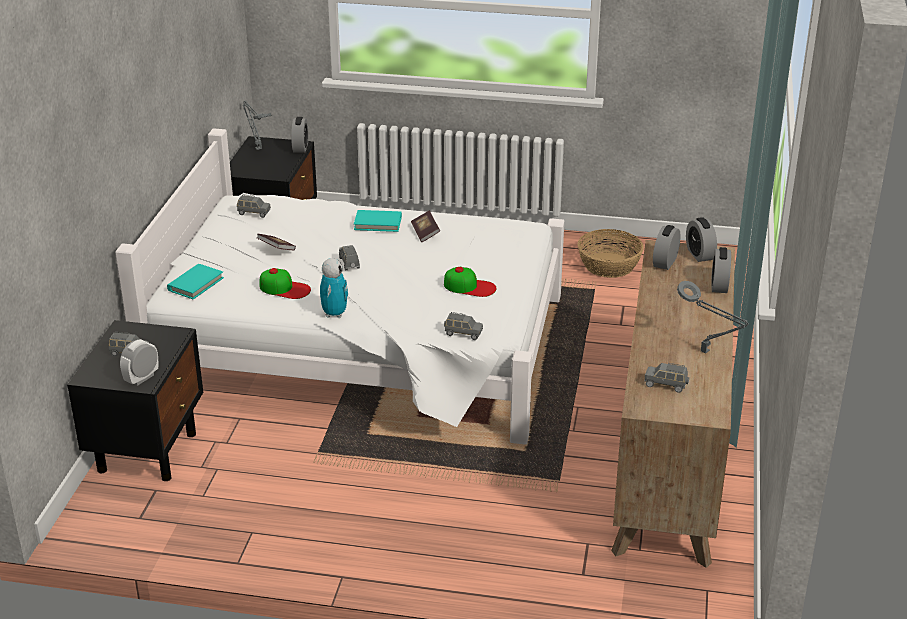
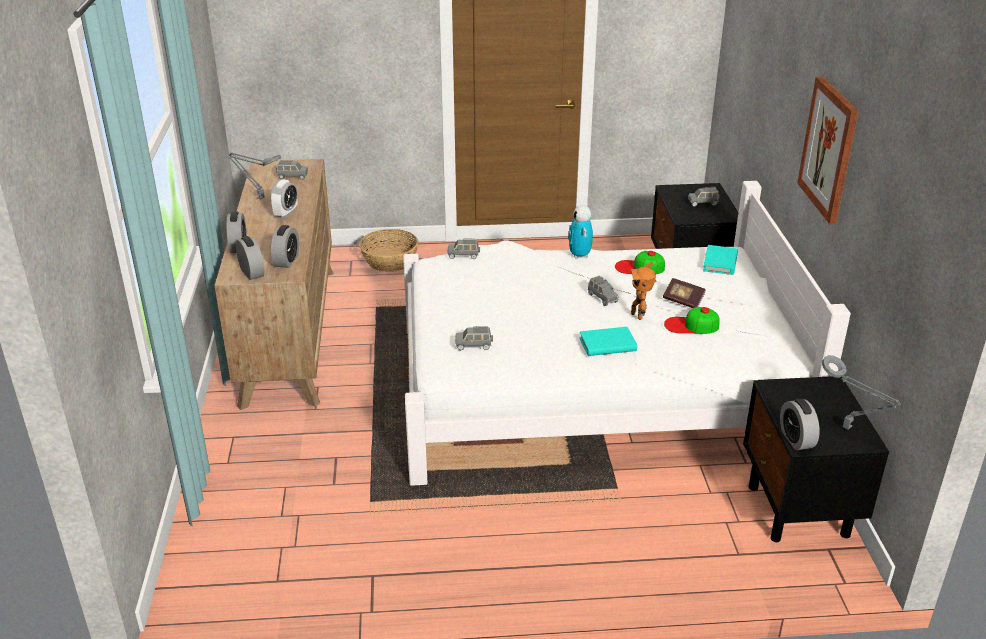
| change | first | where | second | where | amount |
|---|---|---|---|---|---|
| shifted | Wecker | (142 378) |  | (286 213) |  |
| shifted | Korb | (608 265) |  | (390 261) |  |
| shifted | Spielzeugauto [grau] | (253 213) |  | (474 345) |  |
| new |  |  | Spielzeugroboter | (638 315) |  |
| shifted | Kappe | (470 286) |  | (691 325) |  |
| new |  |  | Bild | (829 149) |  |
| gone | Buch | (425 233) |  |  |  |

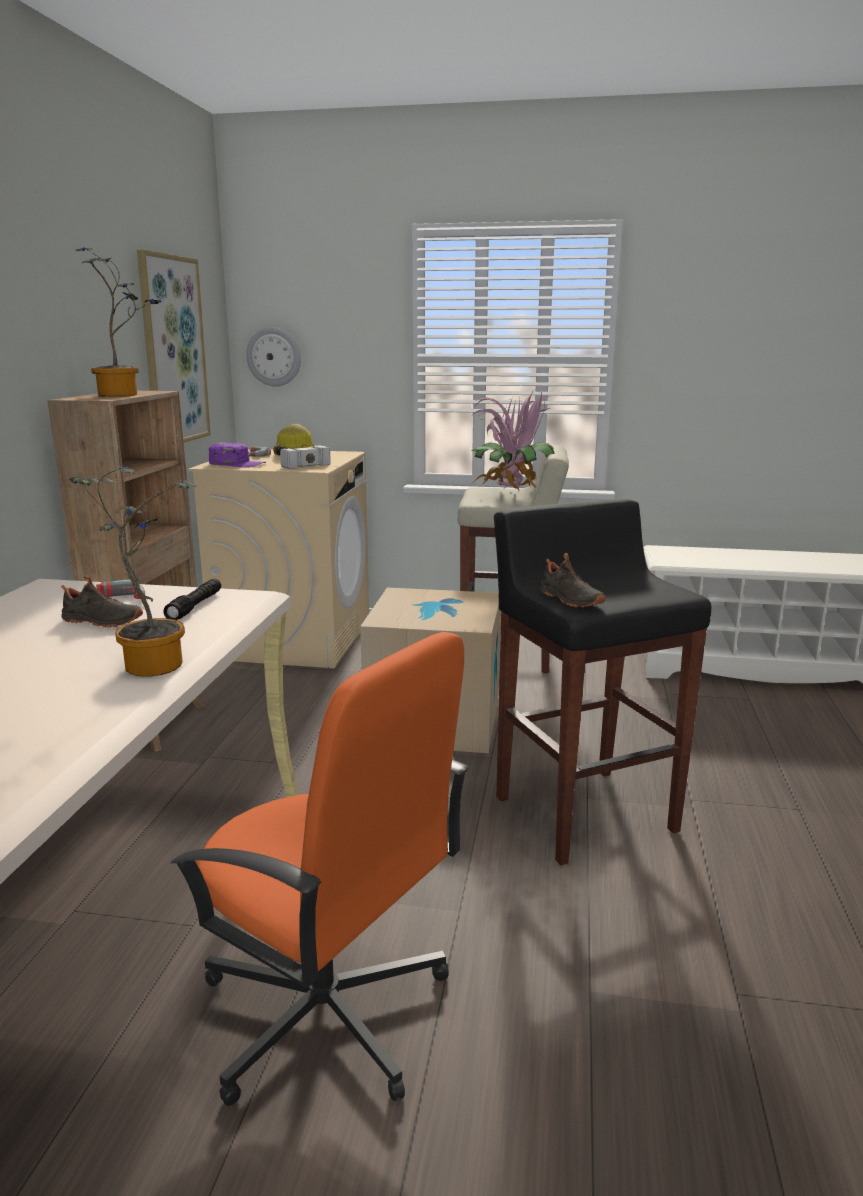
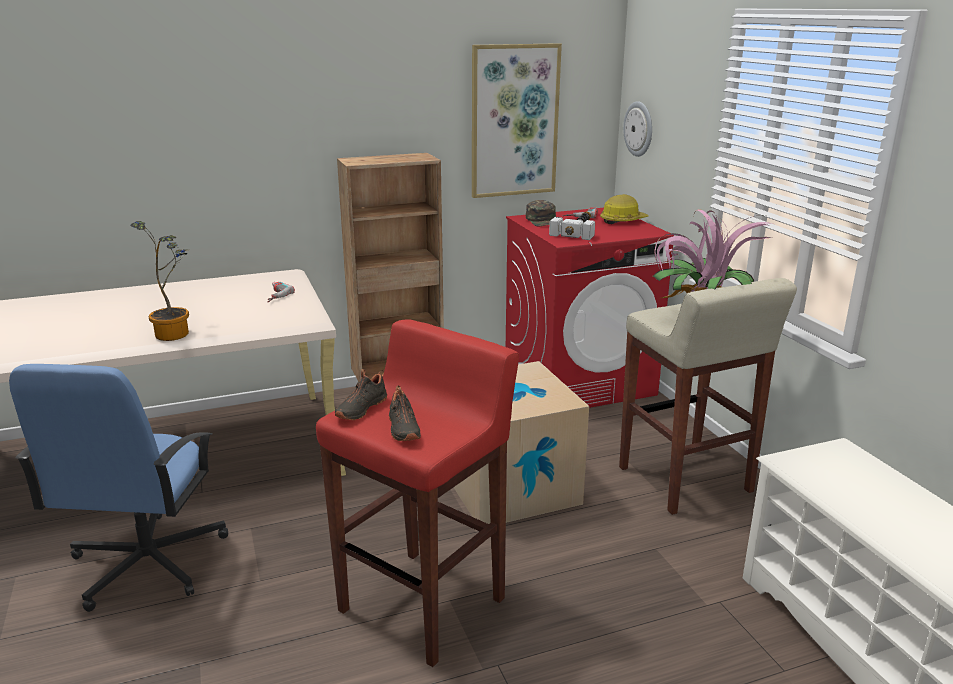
| change | first | where | second | where | amount |
|---|---|---|---|---|---|
| repainted | Bürostuhl [orange] | (327 1013) | Bürostuhl [blau] | (146 563) |  |
| repainted | Hocker [schwarz] | (583 812) | Hocker [rot] | (424 603) |  |
| shifted | Schuh [schwarz] | (101 622) |  | (402 429) |  |
| repainted | Waschmaschine [beige] | (294 639) | Waschmaschine [rot] | (579 381) |  |
| repainted | Kappe [lila] | (237 464) | Kappe [grün] | (543 221) |  |
| gone | Topfpflanze | (124 395) |  |  |  |
| gone | Taschenlampe [schwarz] | (195 606) |  |  |  |

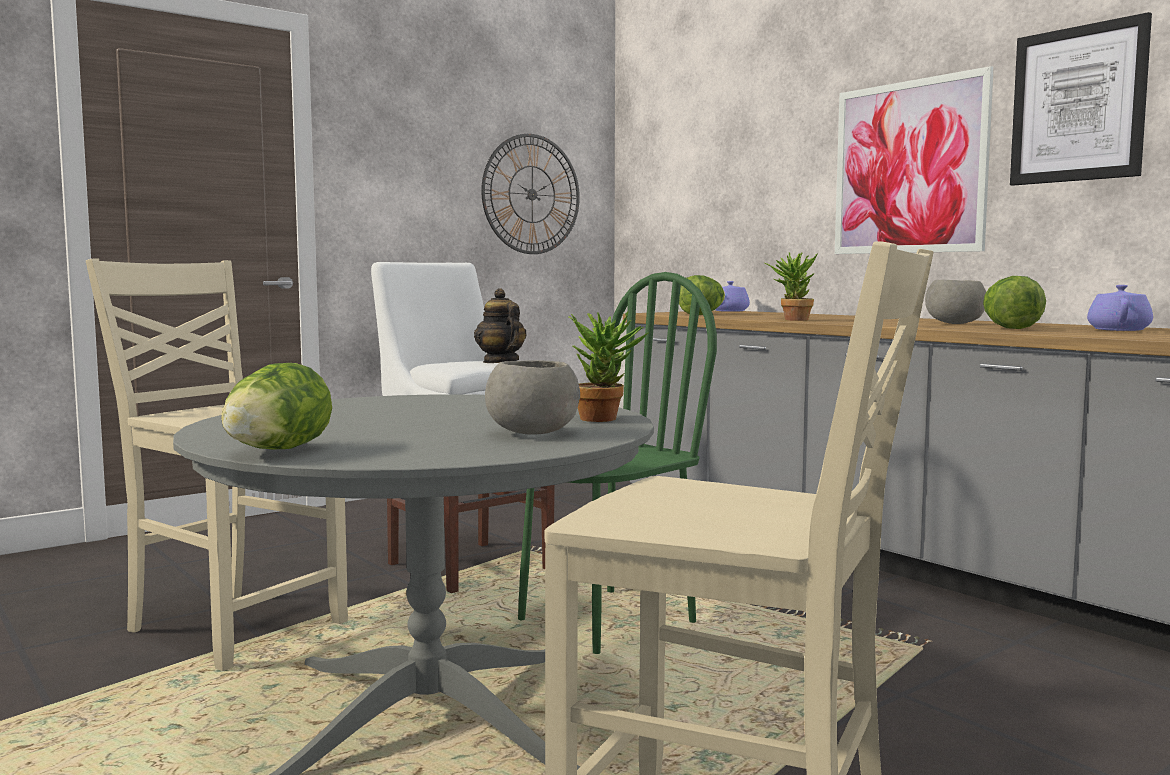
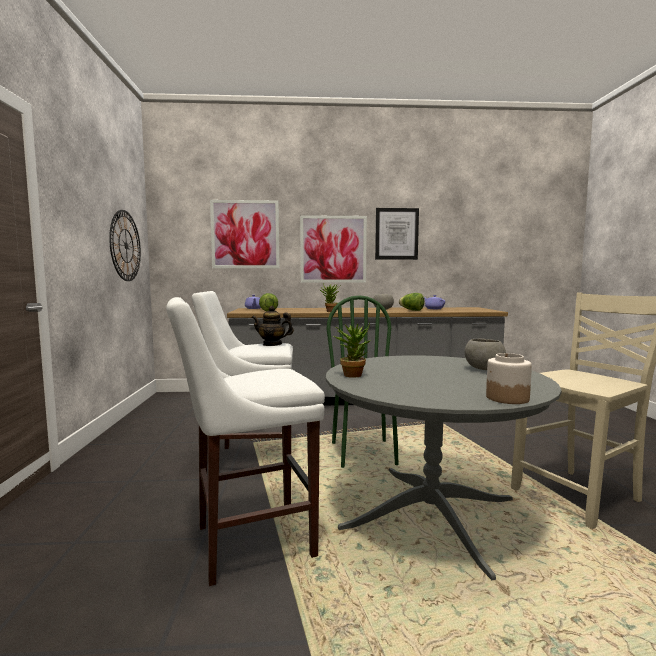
| change | first | where | second | where | amount |
|---|---|---|---|---|---|
| swapped | Stuhl [beige] | (233 627) | Hocker [weiß] | (247 542) |  |
| new |  |  | Bild | (245 234) |  |
| shifted | Topfpflanze | (605 418) |  | (353 374) |  |
| swapped | Salatkopf | (275 451) | Vorratsglas | (507 398) |  |

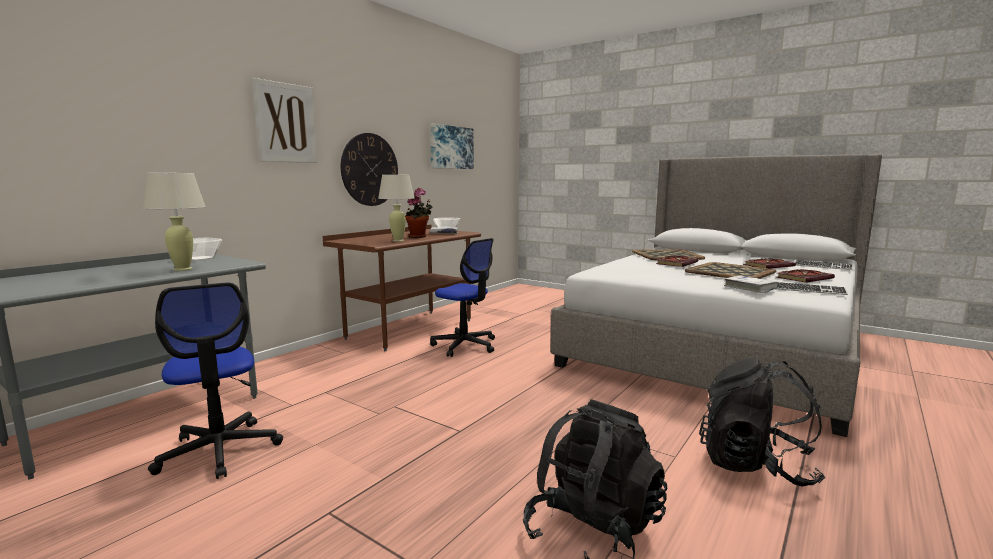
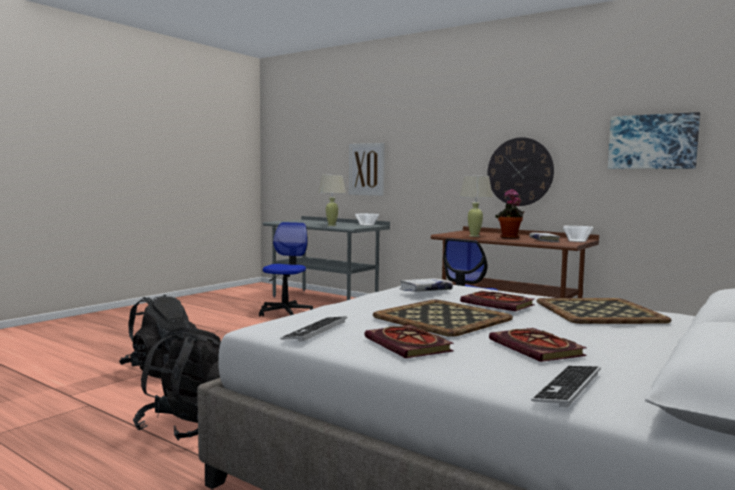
| change | first | where | second | where | amount |
|---|---|---|---|---|---|
| rotated | Bürostuhl | (219 451) |  | (285 312) | 135 degrees clockwise |
| shifted | Bild | (285 123) |  | (366 169) |  |
| shifted | Buch [weiß] | (750 288) |  | (425 290) |  |

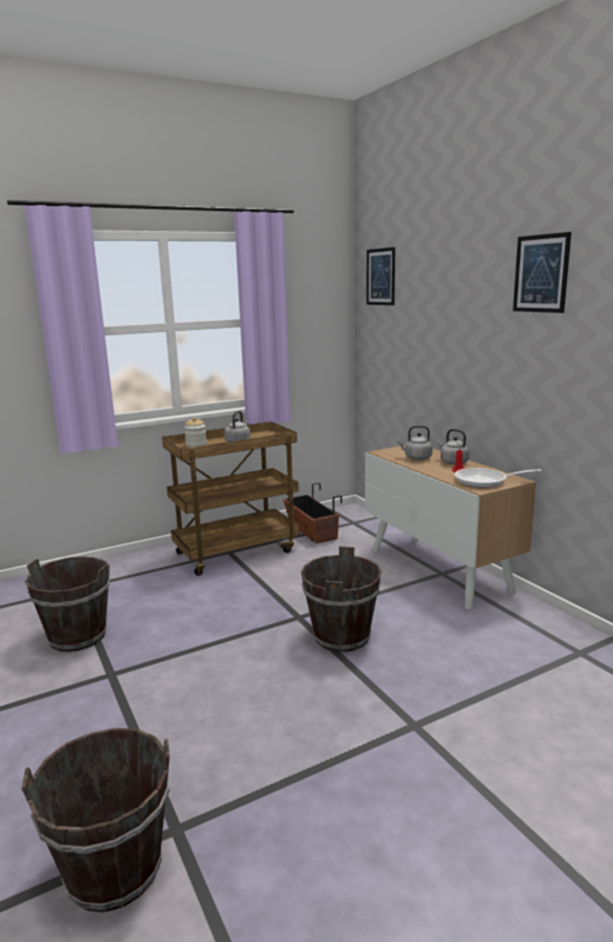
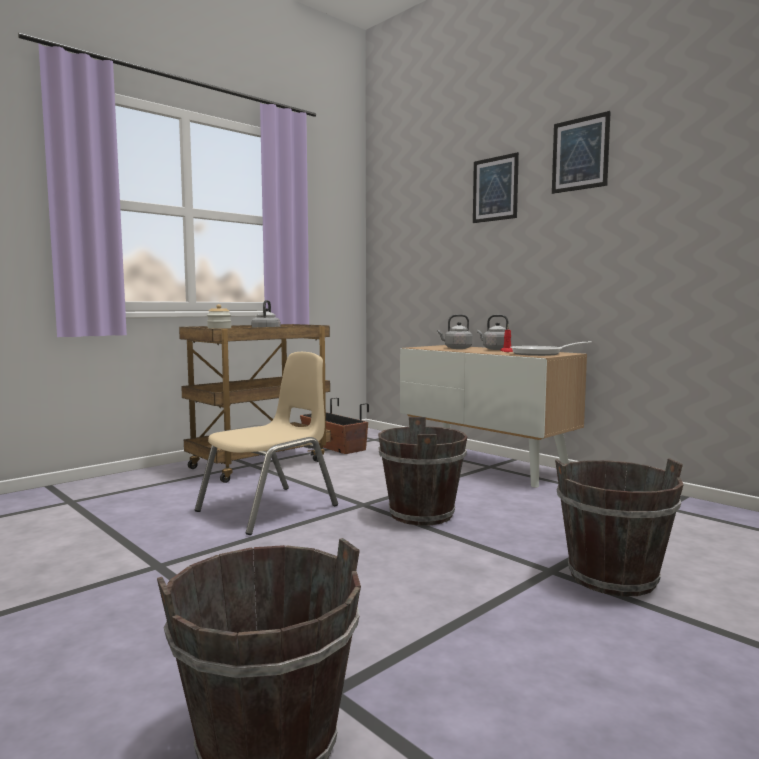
| change | first | where | second | where | amount |
|---|---|---|---|---|---|
| new |  |  | Stuhl [beige] | (269 509) |  |
| shifted | Bild | (380 277) |  | (495 189) |  |
| shifted | Eimer [braun] | (77 637) |  | (612 578) |  |

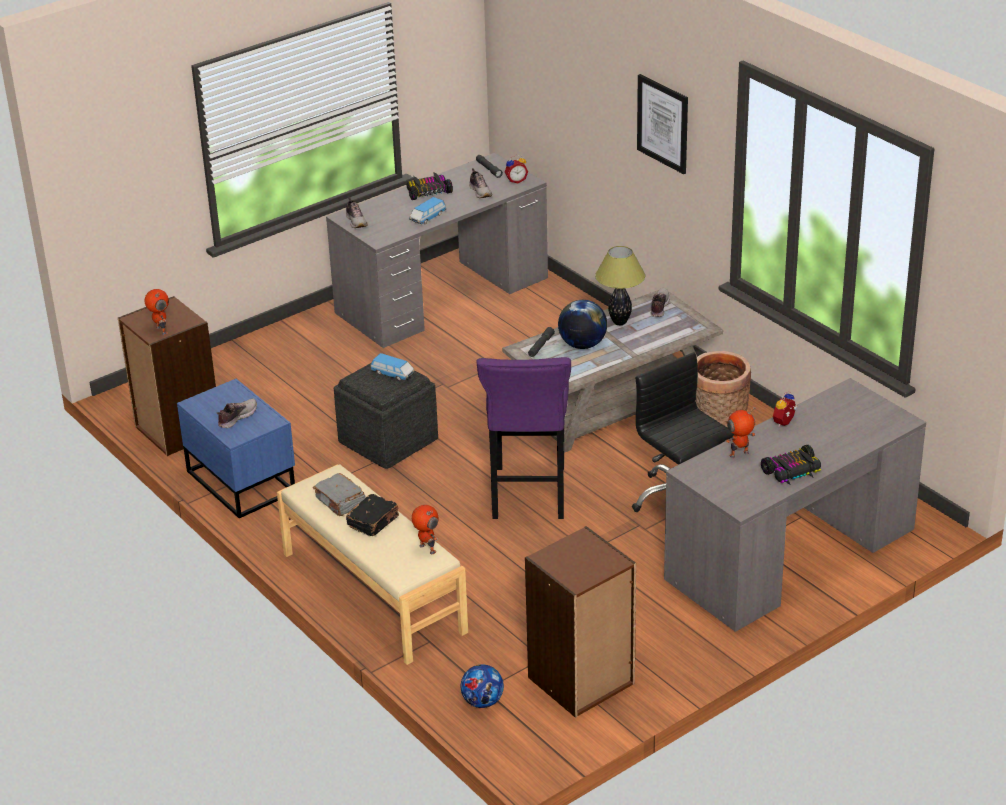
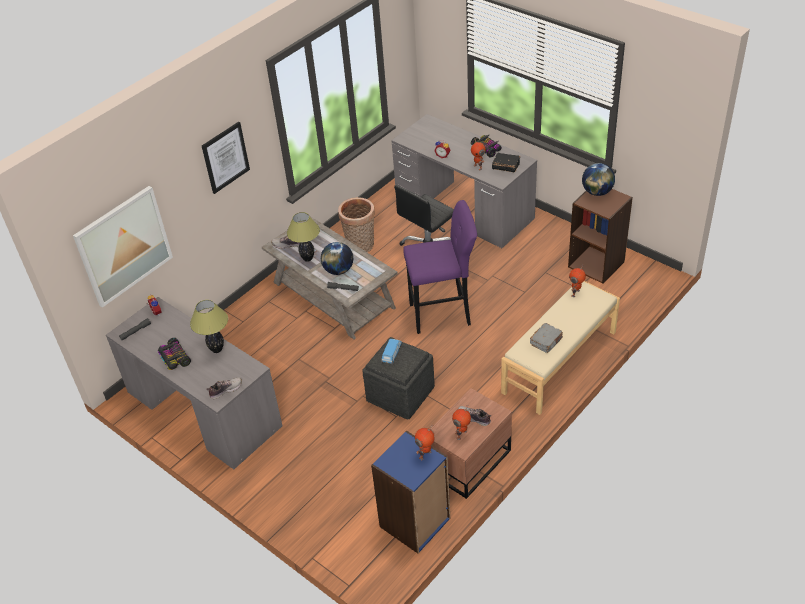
| change | first | where | second | where | amount |
|---|---|---|---|---|---|
| new |  |  | Bild | (124 246) |  |
| swapped | Spielzeugauto | (427 218) | Tischlampe | (217 349) |  |
| repainted | Bücherregal [braun] | (177 430) | Bücherregal [blau] | (415 523) |  |
| repainted | Nachttisch [blau] | (242 480) | Nachttisch [braun] | (467 462) |  |
| new |  |  | Spielzeugroboter | (462 435) |  |
| shifted | Buch [schwarz] | (373 522) |  | (505 166) |  |
| new |  |  | Globus | (597 192) |  |
| gone | Fußball | (482 702) |  |  |  |
| gone | Schuh | (480 192) |  |  |  |

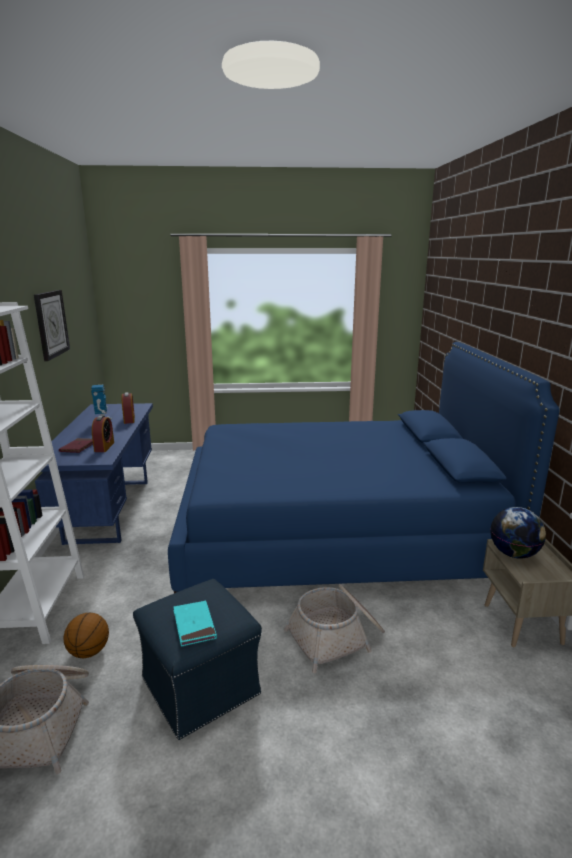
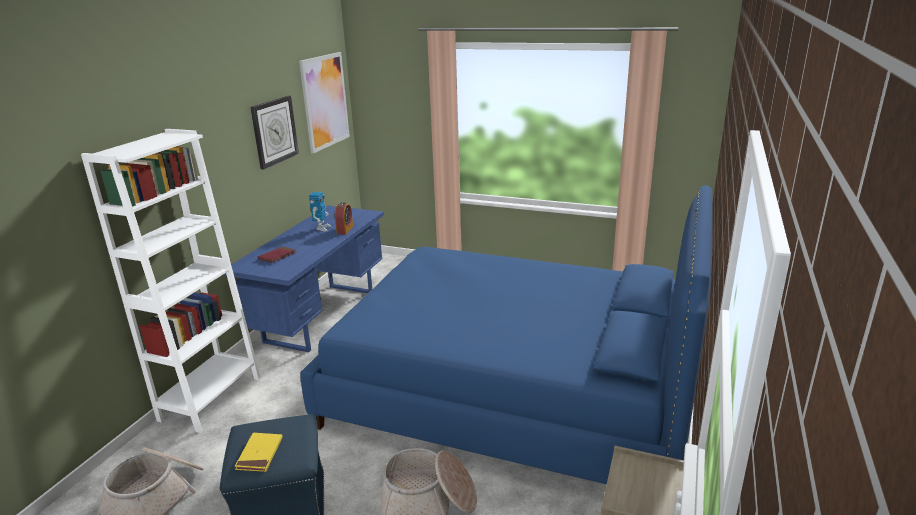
| change | first | where | second | where | amount |
|---|---|---|---|---|---|
| repainted | Buch [türkis] | (194 625) | Buch [gelb] | (260 454) |  |
| new |  |  | Bild | (325 101) |  |
| gone | Basketball | (89 651) |  |  |  |
| gone | Wecker | (104 447) |  |  |  |
| gone | Globus | (514 554) |  |  |  |

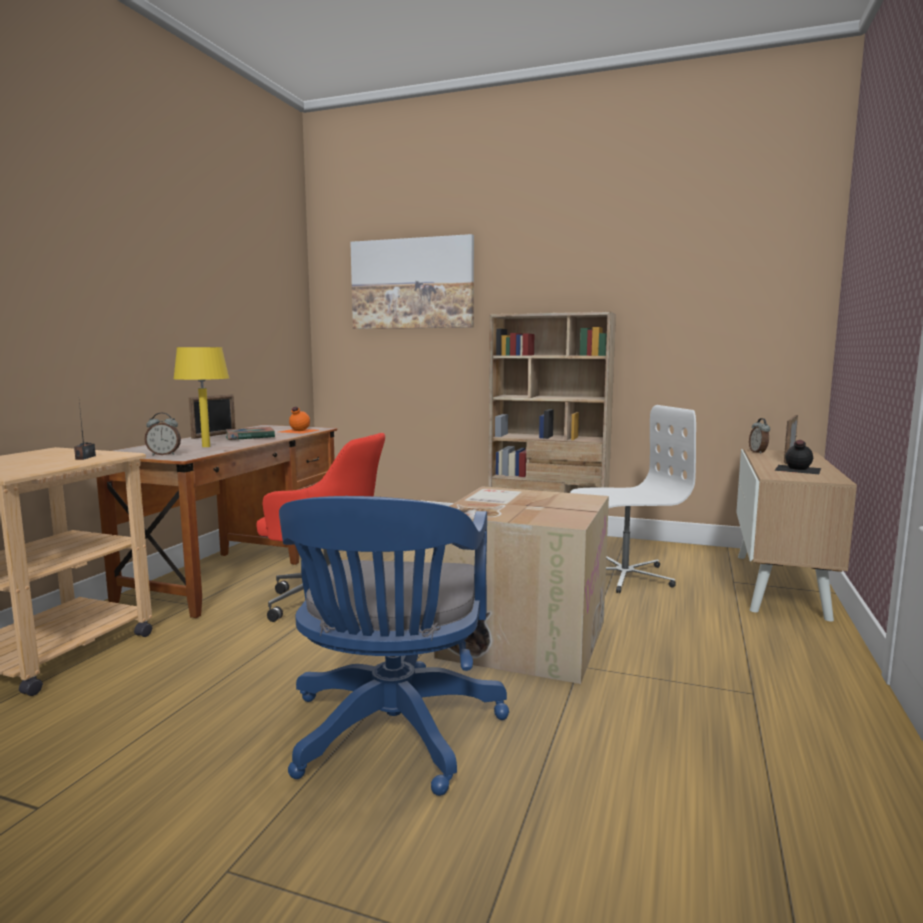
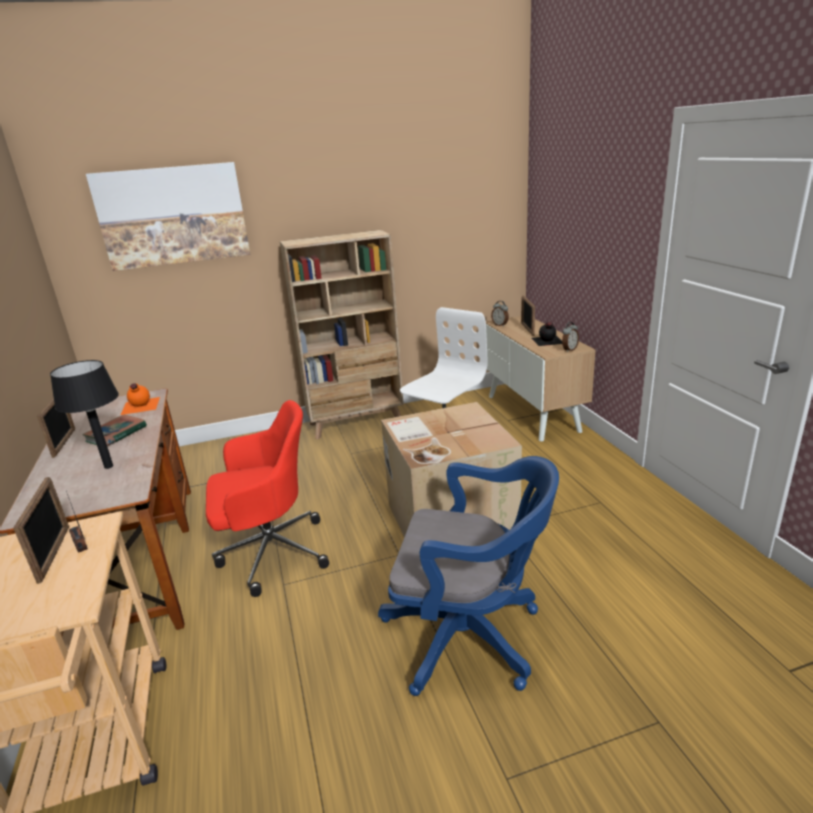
| change | first | where | second | where | amount |
|---|---|---|---|---|---|
| new |  |  | Bilderrahmen | (54 553) |  |
| repainted | Tischlampe [gelb] | (205 446) | Tischlampe [schwarz] | (108 466) |  |
| rotated | Bürostuhl [blau] | (391 735) |  | (470 636) | 45 degrees counterclockwise |
| shifted | Wecker | (164 455) |  | (569 350) |  |

